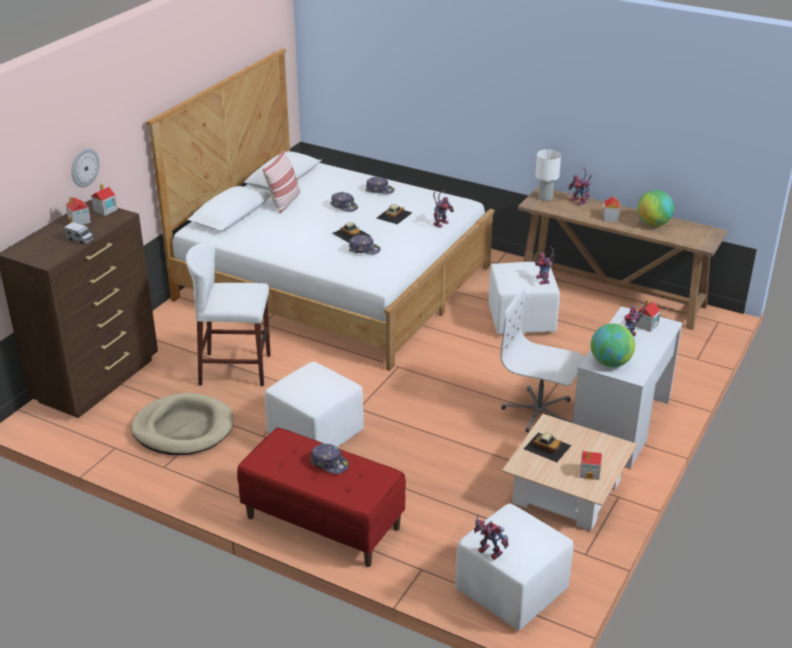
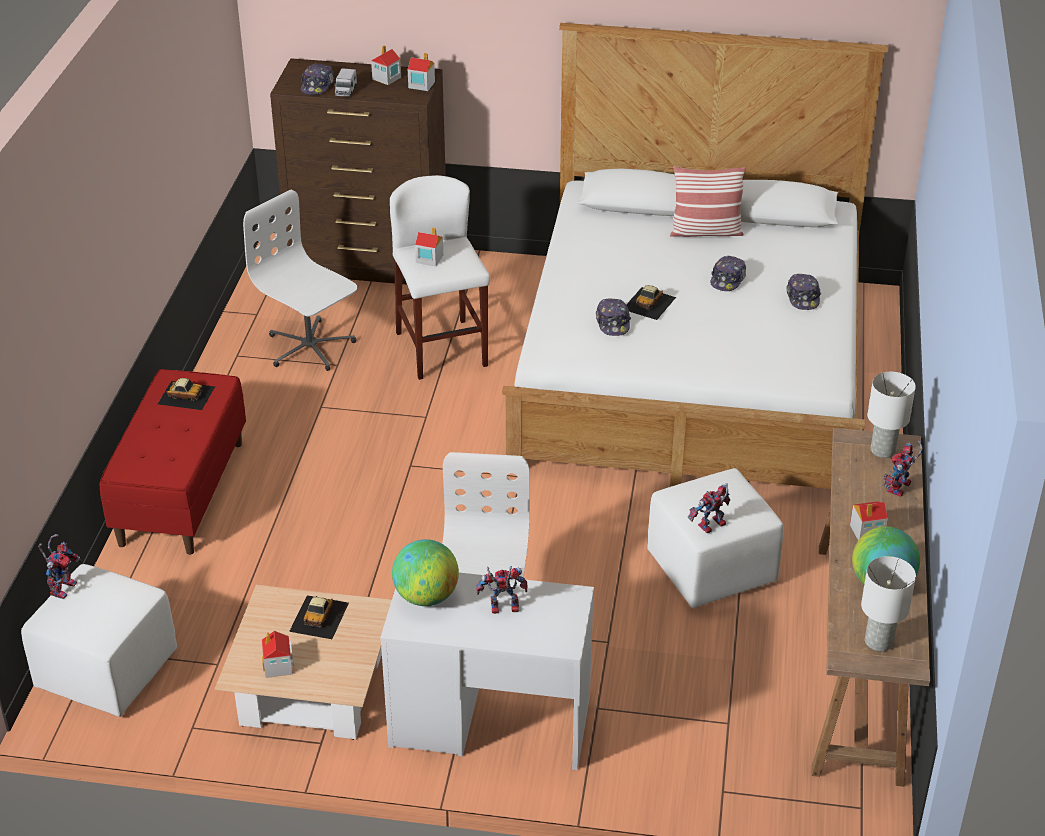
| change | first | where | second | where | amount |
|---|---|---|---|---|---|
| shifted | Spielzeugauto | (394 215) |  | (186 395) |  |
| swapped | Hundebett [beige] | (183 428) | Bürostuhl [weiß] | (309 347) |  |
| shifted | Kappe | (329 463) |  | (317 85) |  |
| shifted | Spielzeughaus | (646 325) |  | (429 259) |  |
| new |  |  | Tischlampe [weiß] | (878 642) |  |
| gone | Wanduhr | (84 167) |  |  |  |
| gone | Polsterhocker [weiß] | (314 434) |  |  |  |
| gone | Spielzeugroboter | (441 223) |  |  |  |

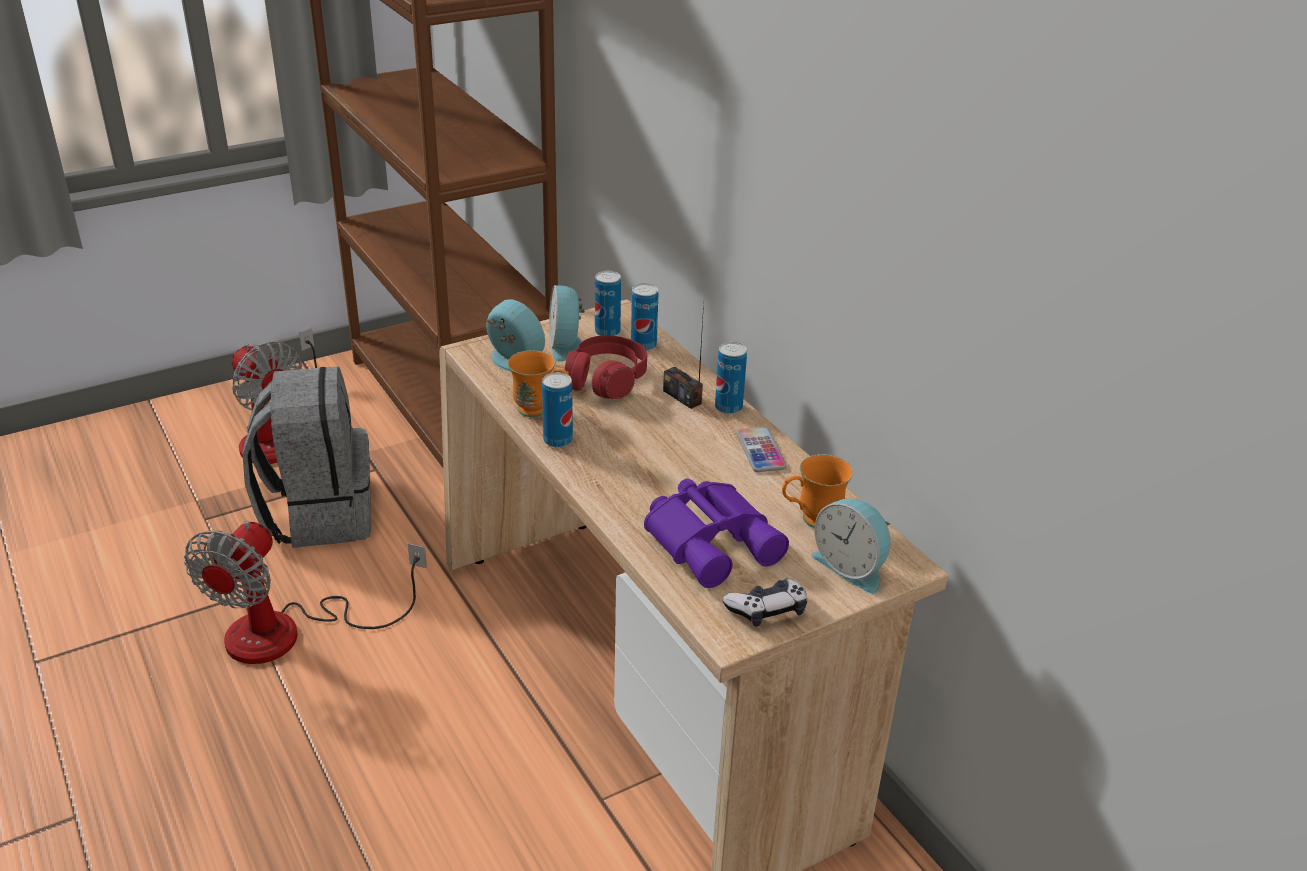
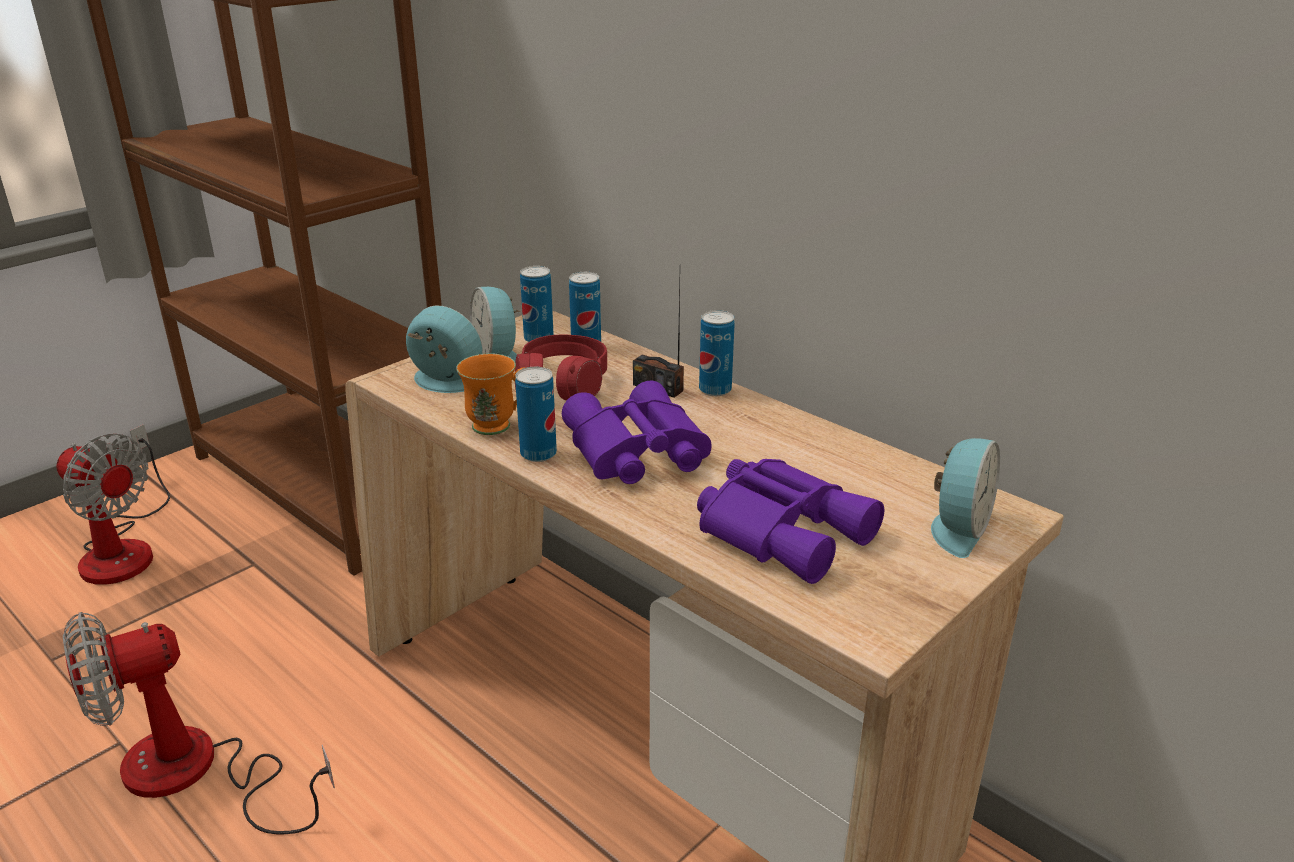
| change | first | where | second | where | amount |
|---|---|---|---|---|---|
| rotated | Ventilator | (290 632) |  | (195 774) | 60 degrees clockwise |
| new |  |  | Fernglas [lila] | (634 452) |  |
| rotated | Wecker | (851 567) |  | (957 527) | 90 degrees counterclockwise |
| gone | Rucksack [grau] | (319 514) |  |  |  |
| gone | Gamepad | (767 610) |  |  |  |
| gone | Handy | (760 451) |  |  |  |
| gone | Henkelbecher [orange] | (811 520) |  |  |  |

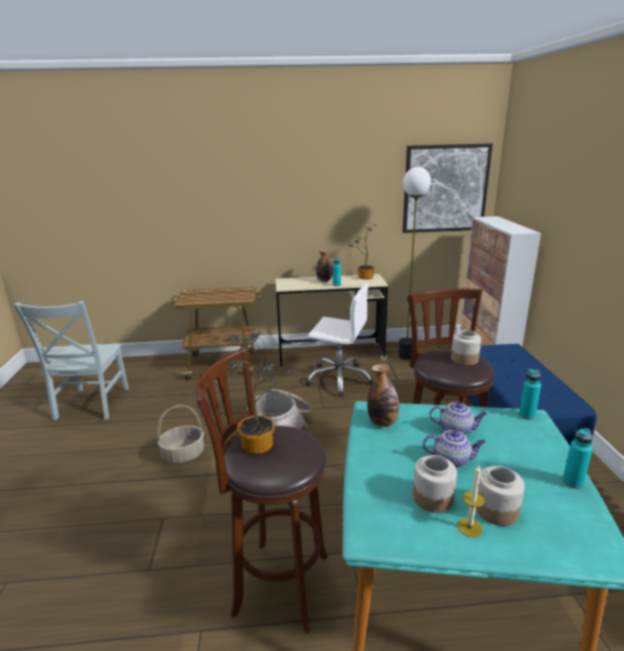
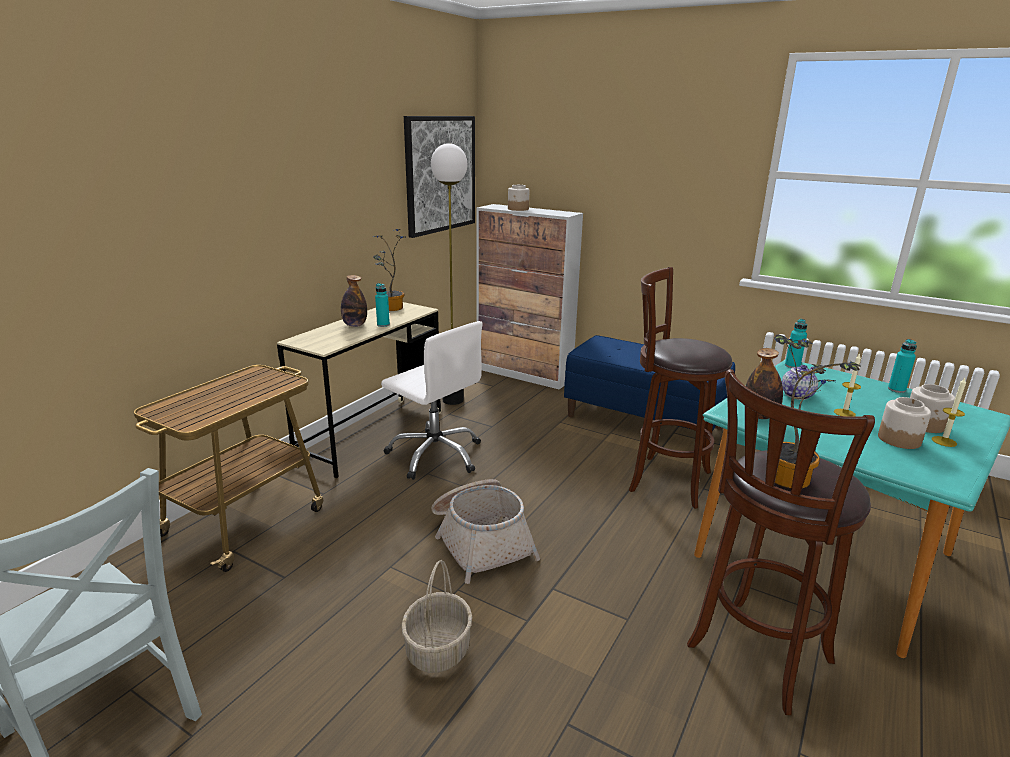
| change | first | where | second | where | amount |
|---|---|---|---|---|---|
| rotated | Bürostuhl [weiß] | (339 379) |  | (435 455) | 75 degrees clockwise |
| shifted | Vorratsglas | (464 359) |  | (518 209) |  |
| swapped | Teekanne | (452 460) | Kerze | (844 413) |  |

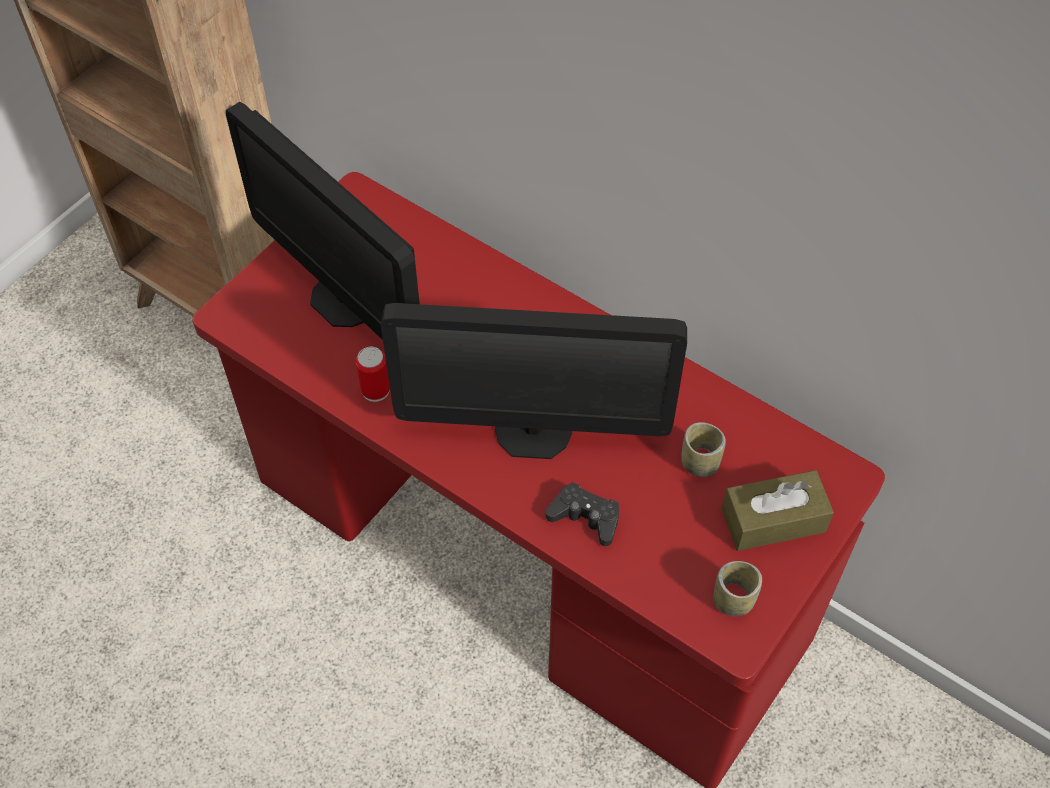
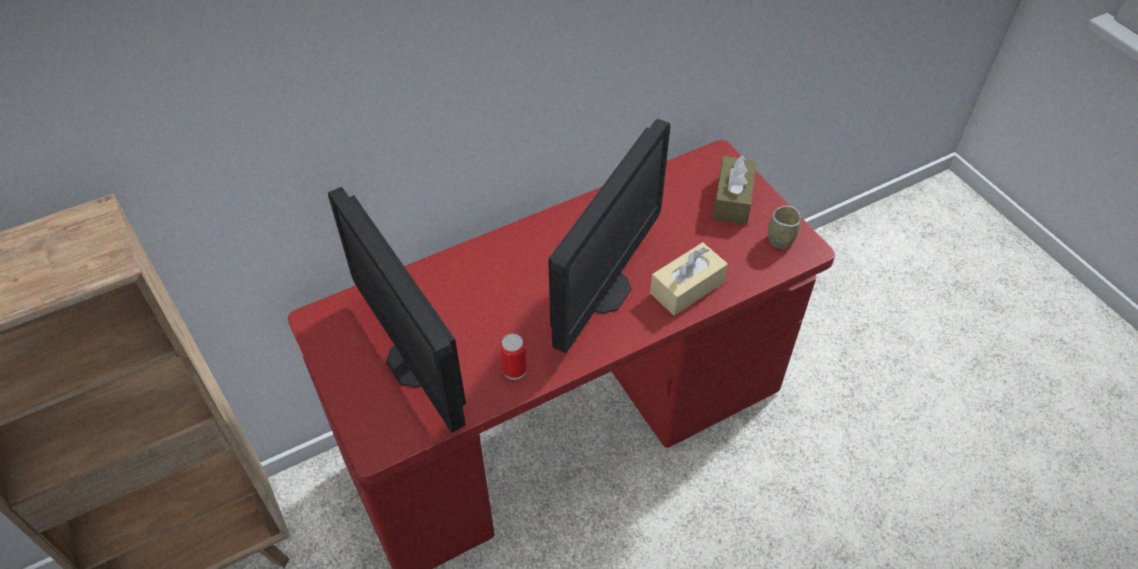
| change | first | where | second | where | amount |
|---|---|---|---|---|---|
| rotated | Monitor | (345 299) |  | (415 361) | 75 degrees clockwise |
| swapped | Gamepad [schwarz] | (585 517) | Taschentuchbox [beige] | (687 288) |  |
| gone | Tasse | (699 463) |  |  |  |

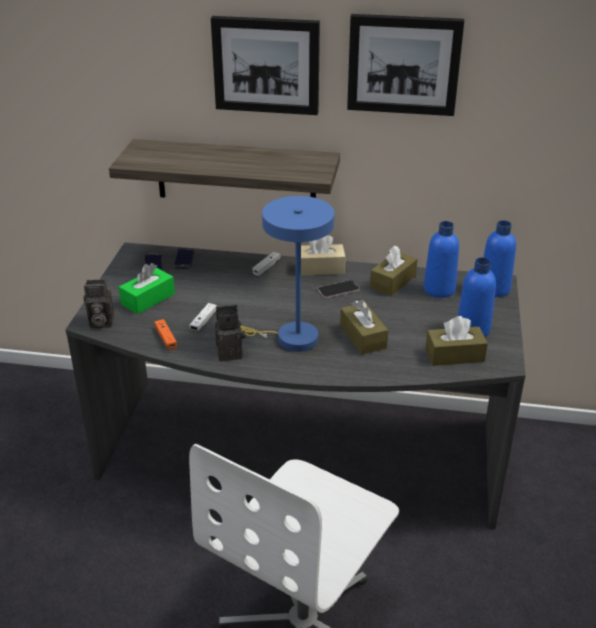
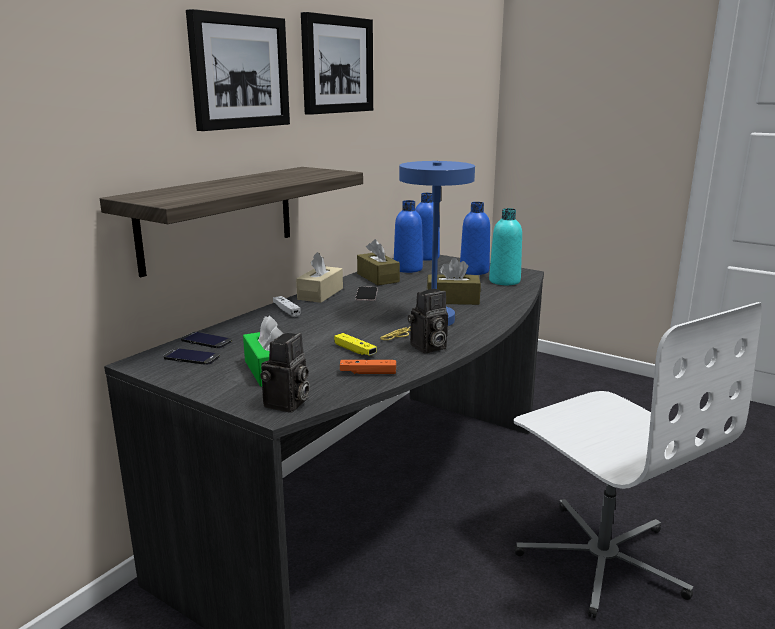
| change | first | where | second | where | amount |
|---|---|---|---|---|---|
| repainted | Gamepad [weiß] | (203 321) | Gamepad [gelb] | (355 350) |  |
| rotated | Kamera | (231 352) |  | (428 348) | 135 degrees counterclockwise |
| swapped | Taschentuchbox [braun] | (454 355) | Flasche [türkis] | (504 281) |  |

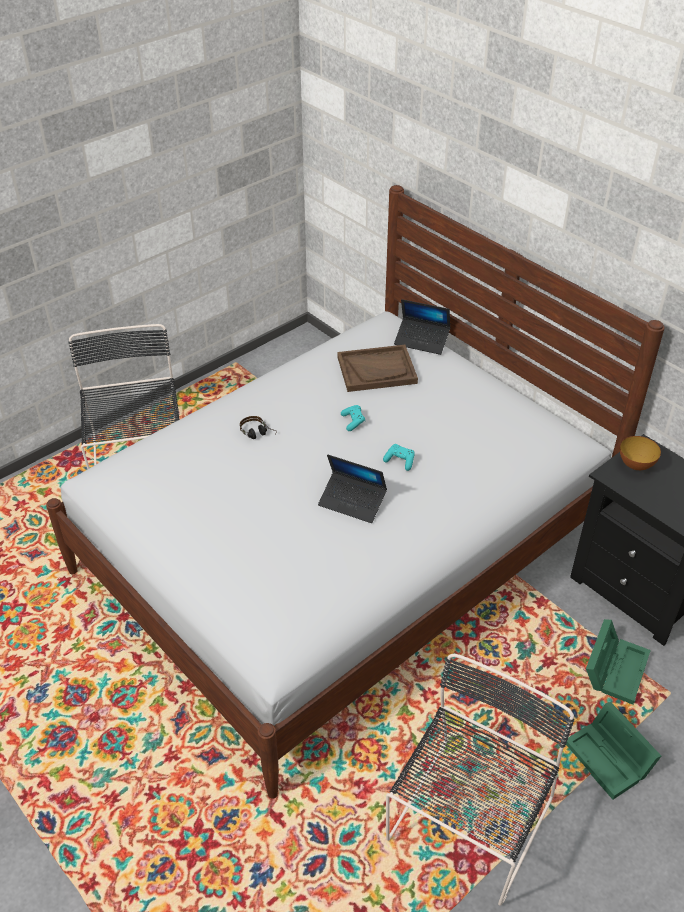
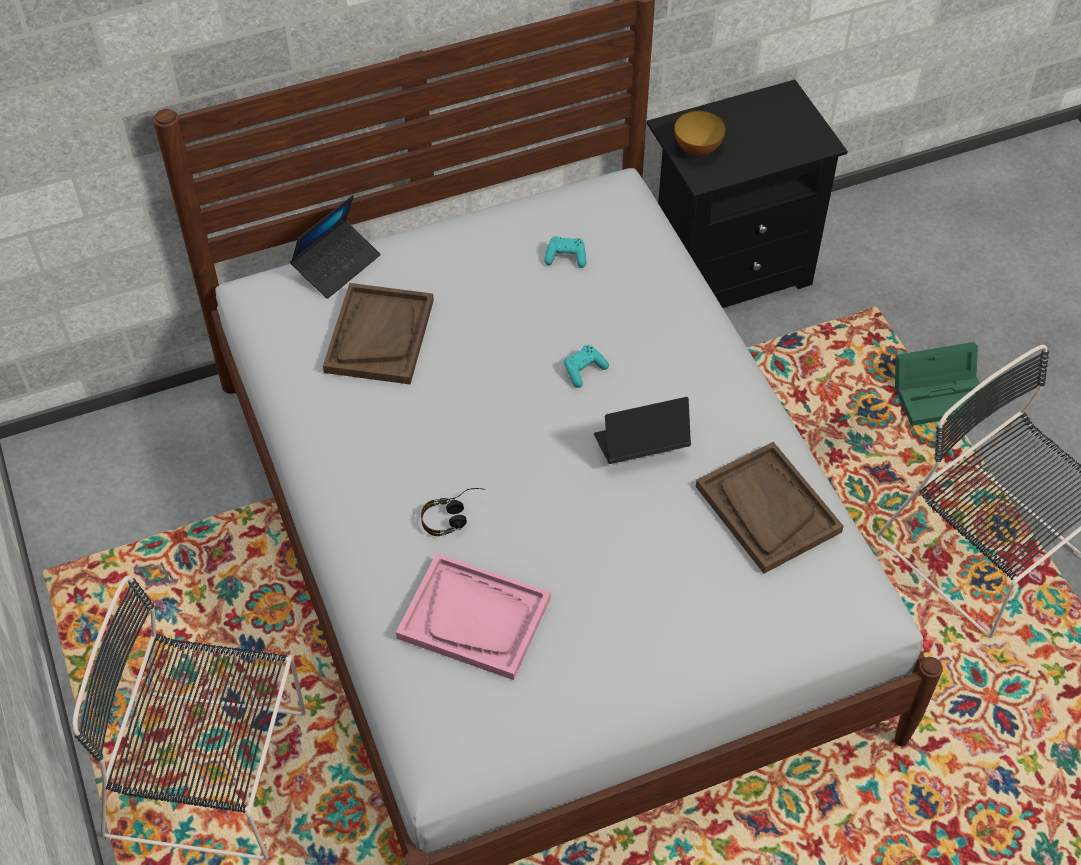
| change | first | where | second | where | amount |
|---|---|---|---|---|---|
| new |  |  | Tablett [rosa] | (474 618) |  |
| shifted | Gamepad [türkis] | (353 422) |  | (566 257) |  |
| rotated | Laptop | (352 502) |  | (640 445) | 150 degrees counterclockwise |
| new |  |  | Tablett [braun] | (767 509) |  |
| gone | Aufbewahrungsbox [grün] | (615 668) |  |  |  |

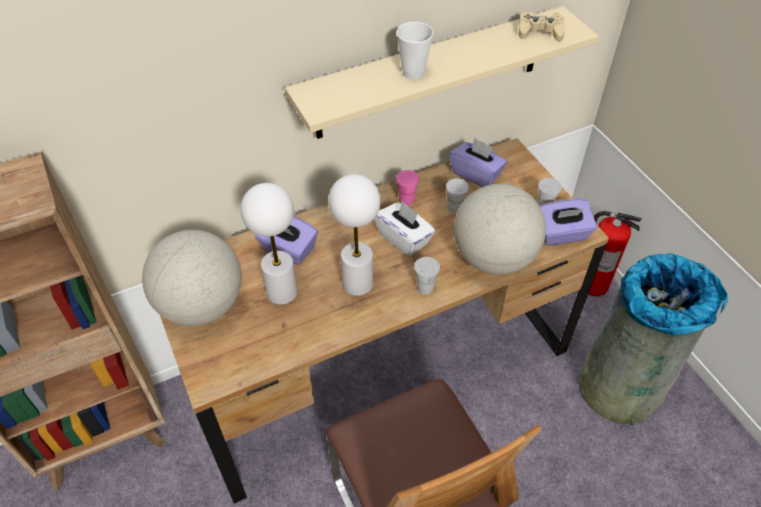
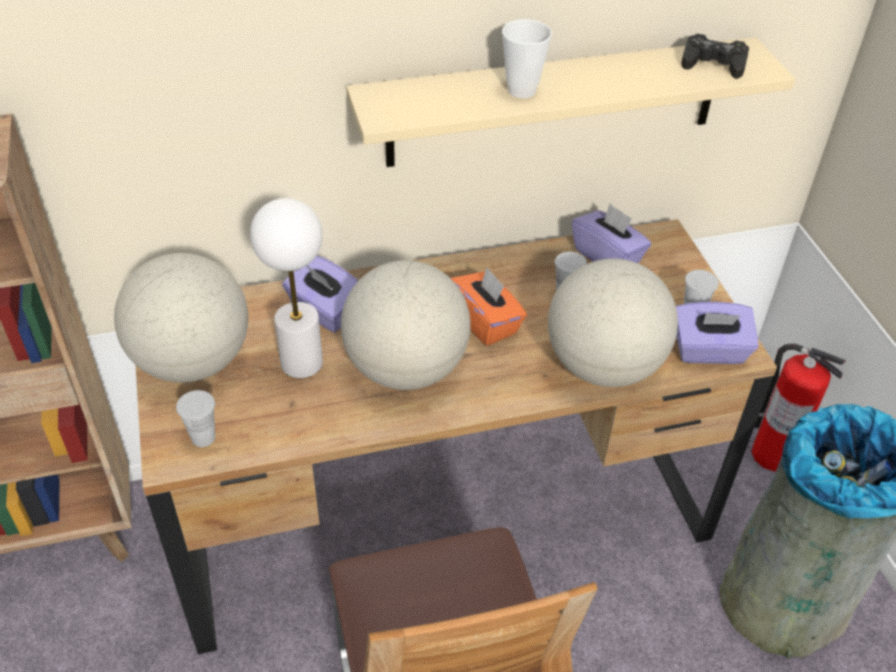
| change | first | where | second | where | amount |
|---|---|---|---|---|---|
| shifted | Tasse [weiß] | (425 288) |  | (203 438) |  |
| swapped | Tischlampe [weiß] | (358 284) | Globus | (406 369) |  |
| repainted | Taschentuchbox [weiß] | (404 238) | Taschentuchbox [orange] | (485 322) |  |
| repainted | Gamepad [beige] | (540 32) | Gamepad [schwarz] | (713 63) |  |
| gone | Tasse [rosa] | (406 200) |  |  |  |

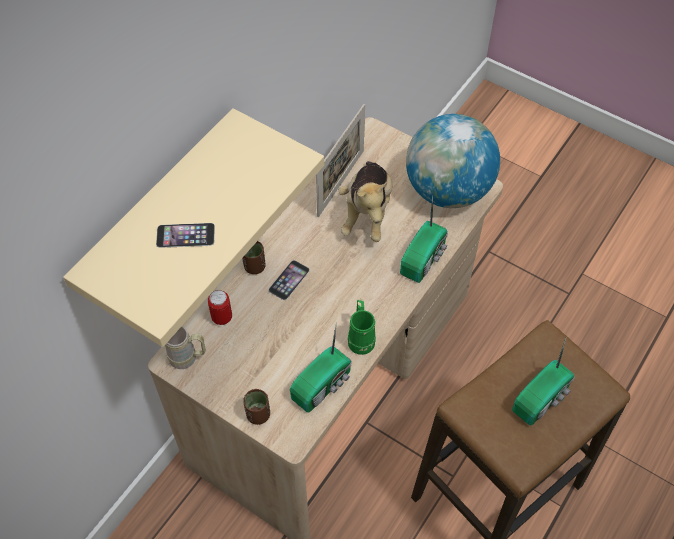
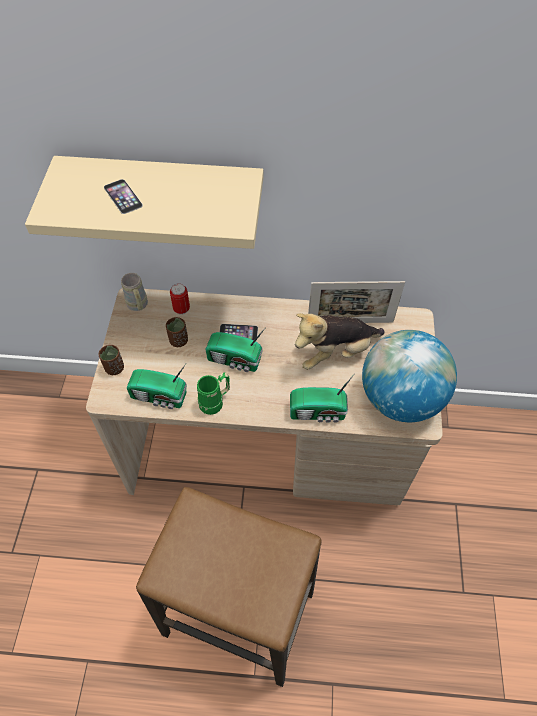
| change | first | where | second | where | amount |
|---|---|---|---|---|---|
| shifted | Tasse [braun] | (254 266) |  | (178 340) |  |
| shifted | Radio | (543 398) |  | (235 360) |  |

